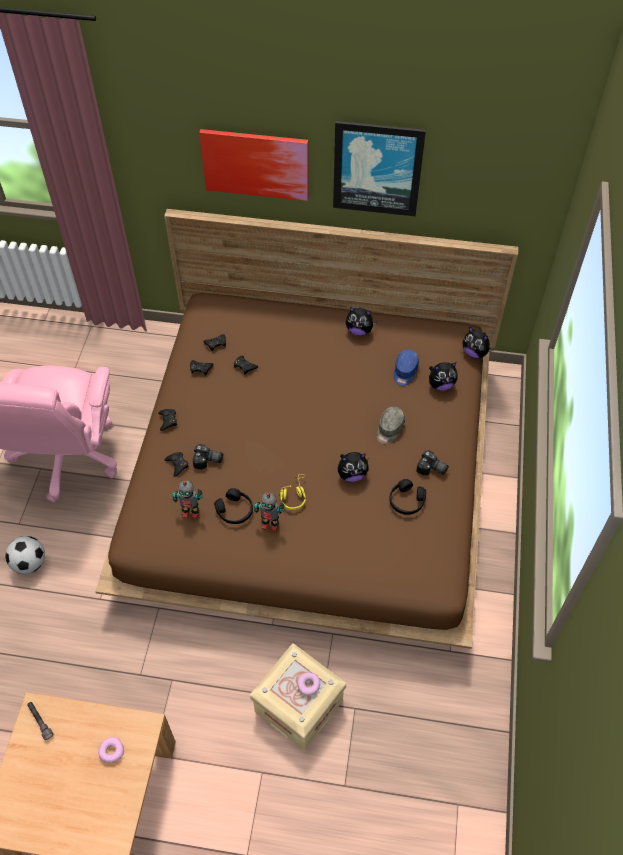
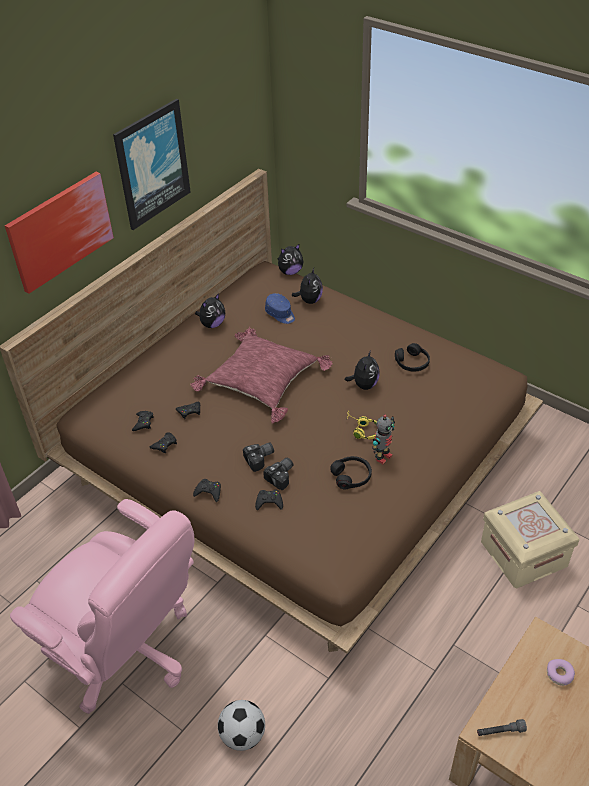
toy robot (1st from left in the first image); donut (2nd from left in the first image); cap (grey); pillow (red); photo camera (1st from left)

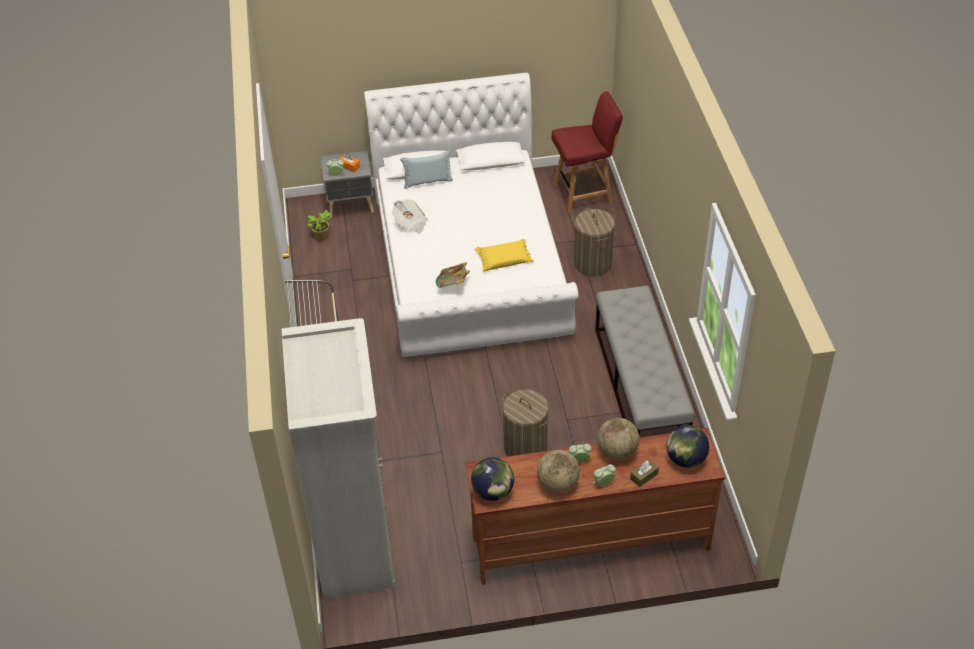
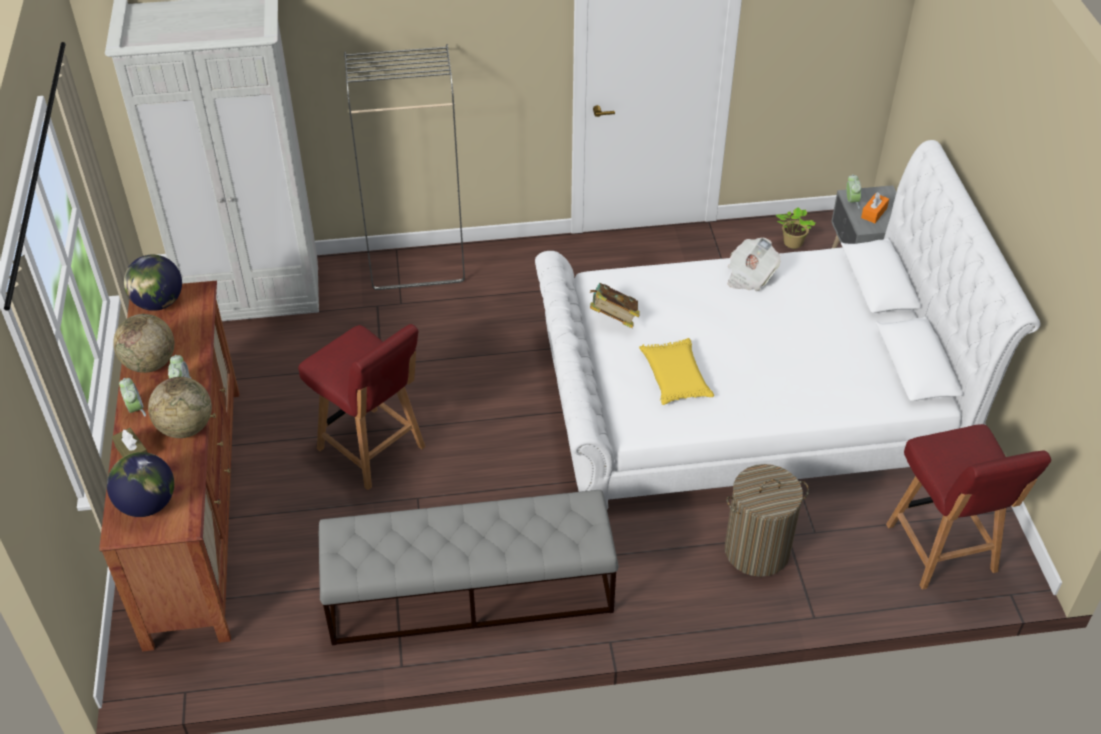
pillow (blue); chair (red) (1st from left)

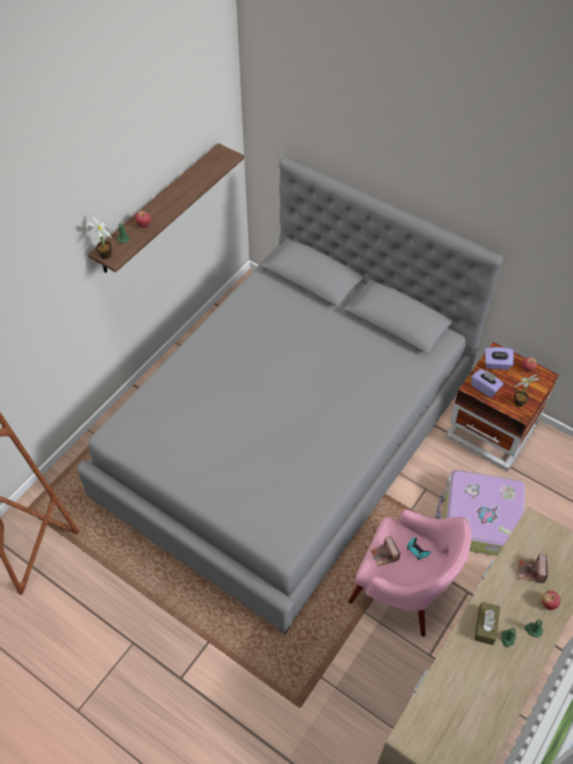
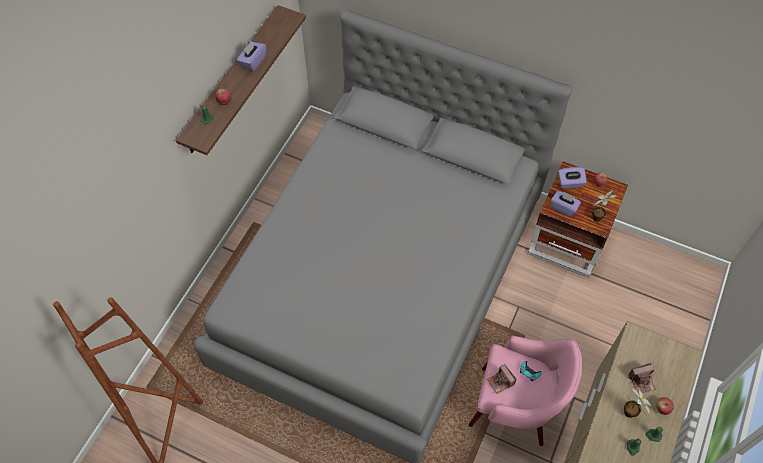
suitcase; tissue box (brown); tissue box (purple) (1st from left); potted plant (2nd from left); photo camera (2nd from left)

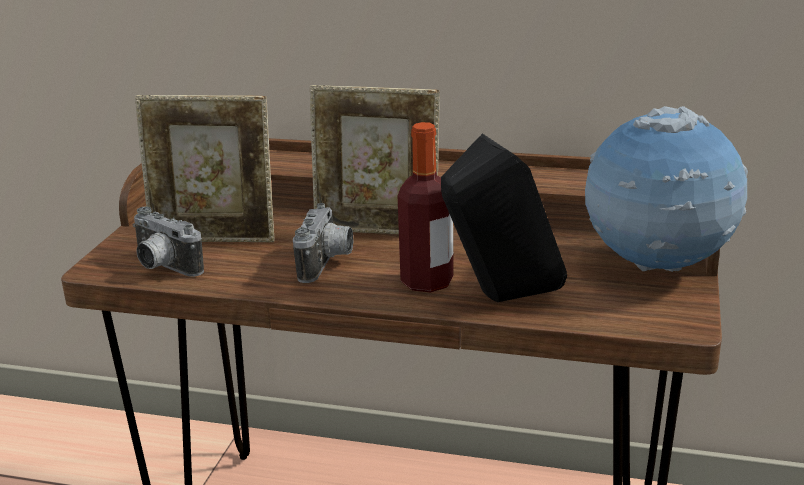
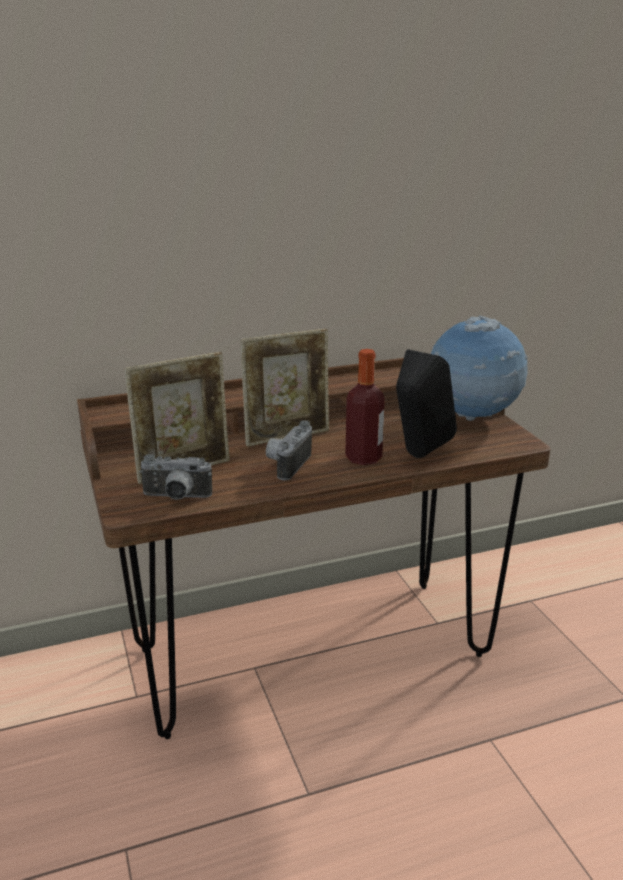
photo camera (2nd from left)

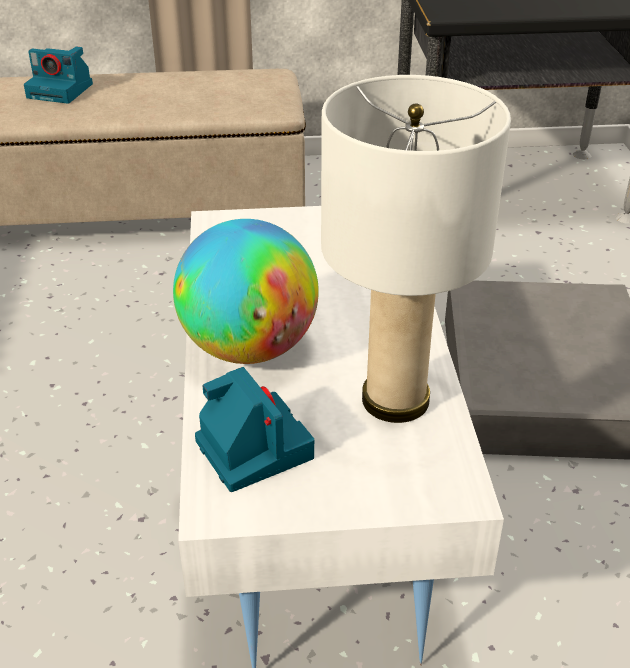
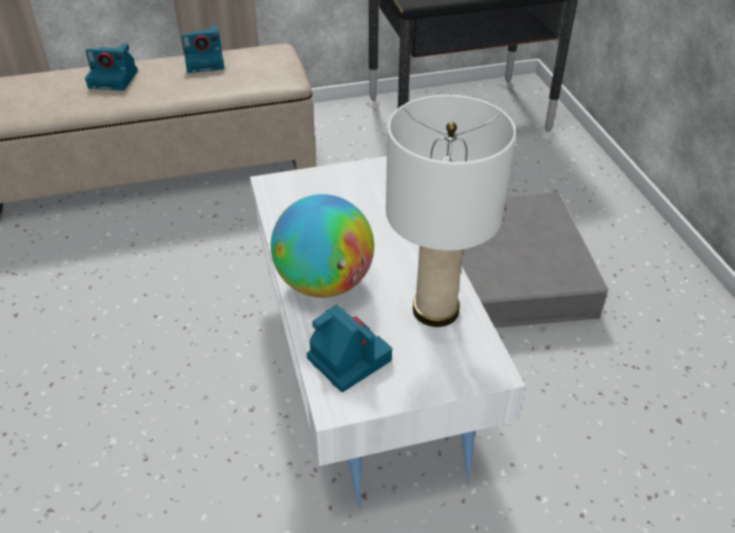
photo camera (2nd from left)

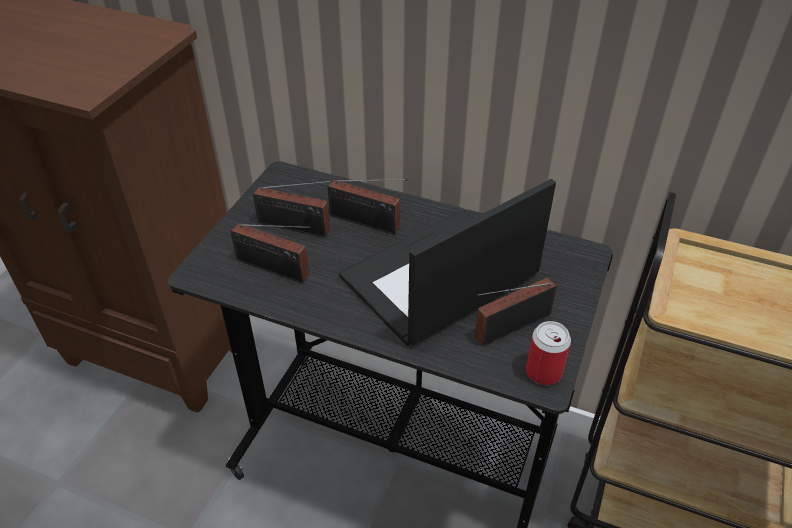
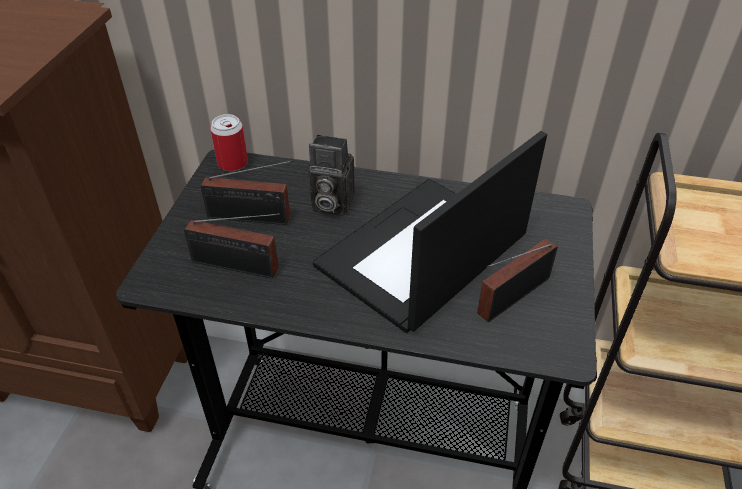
can; photo camera

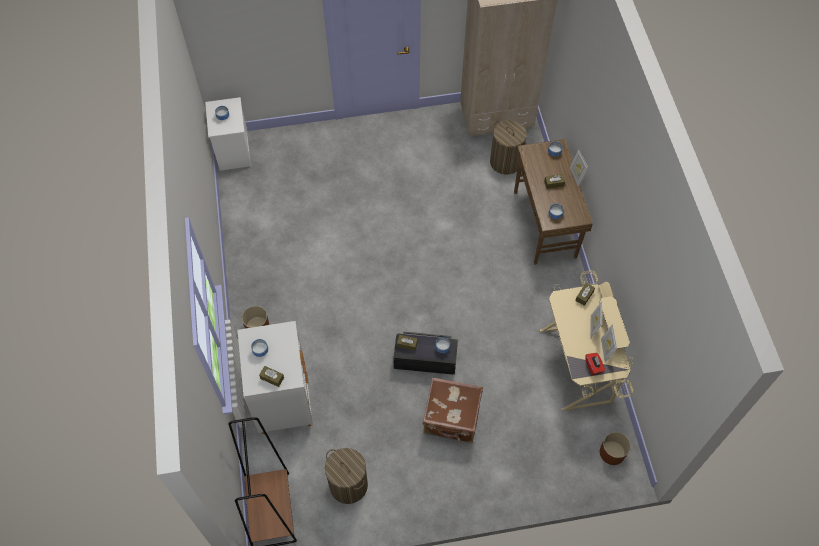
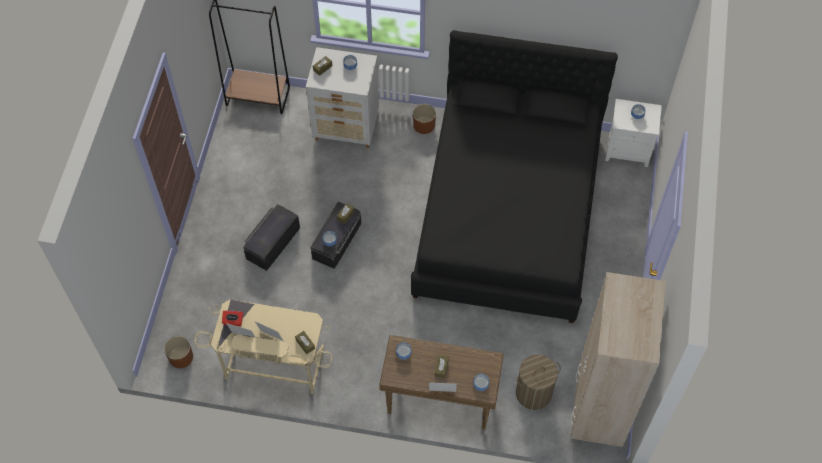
laundry basket (1st from left in the first image); bed (black); storage box (black) (1st from left)

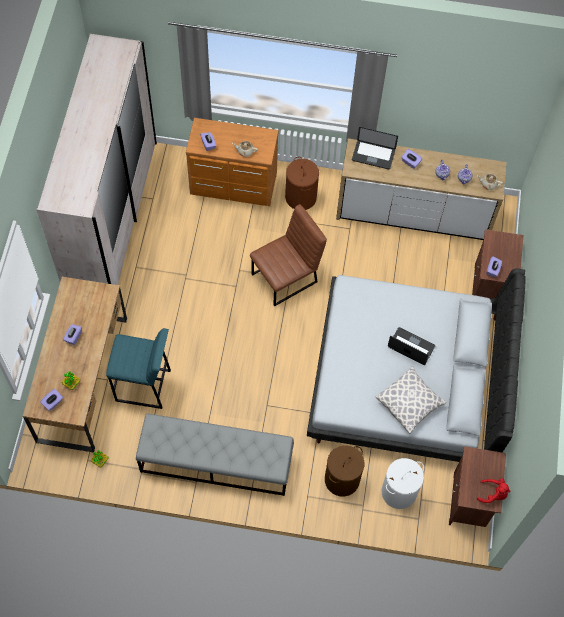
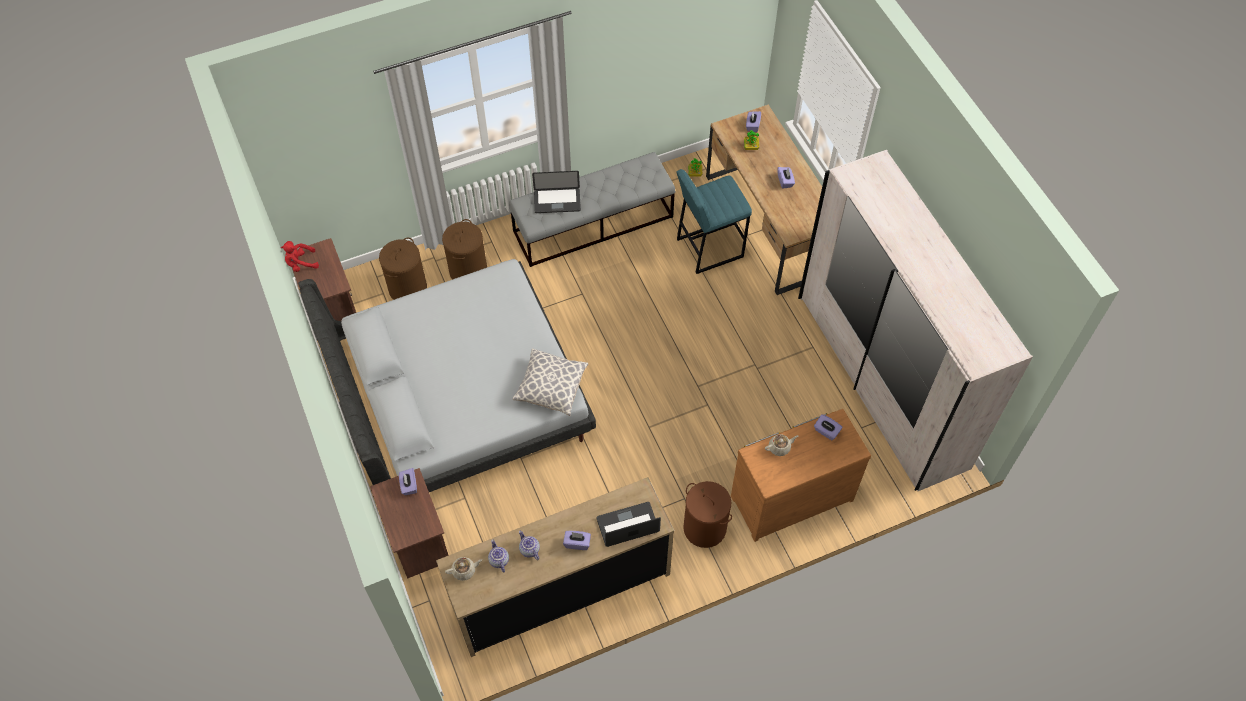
chair (brown); pillow; laptop (1st from left); laundry basket (brown) (1st from left)

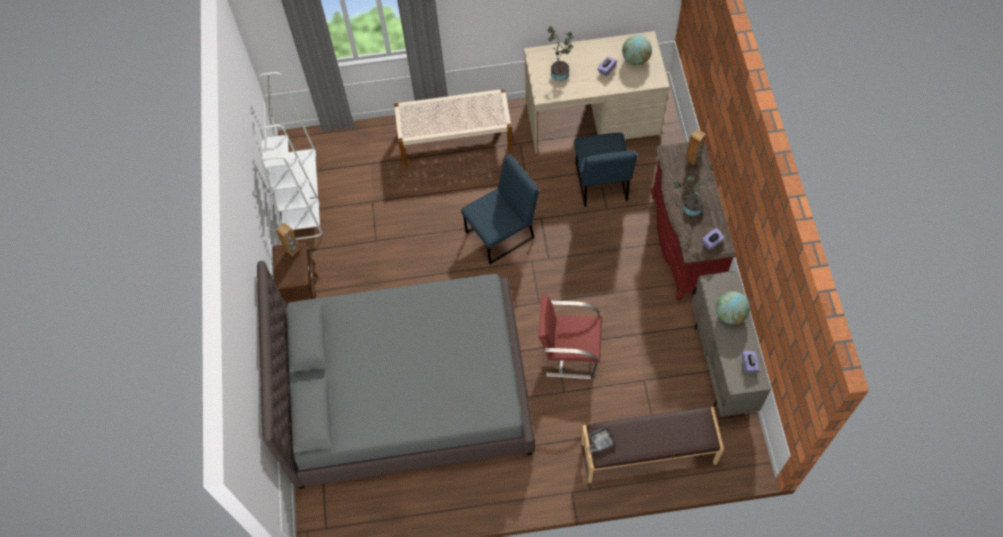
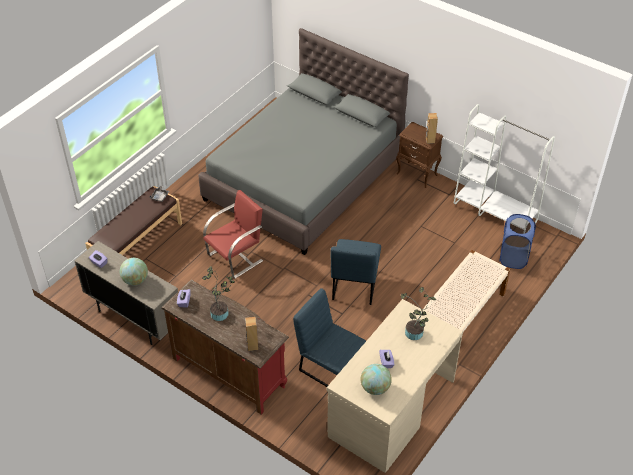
laundry basket (blue)

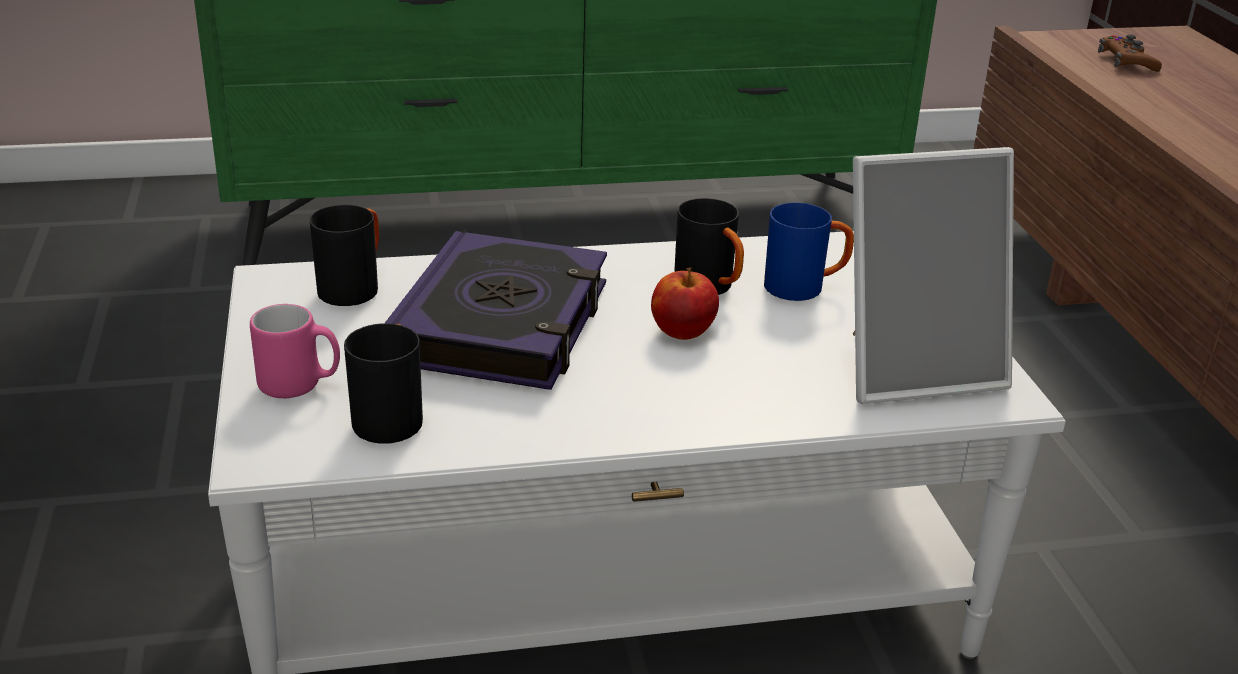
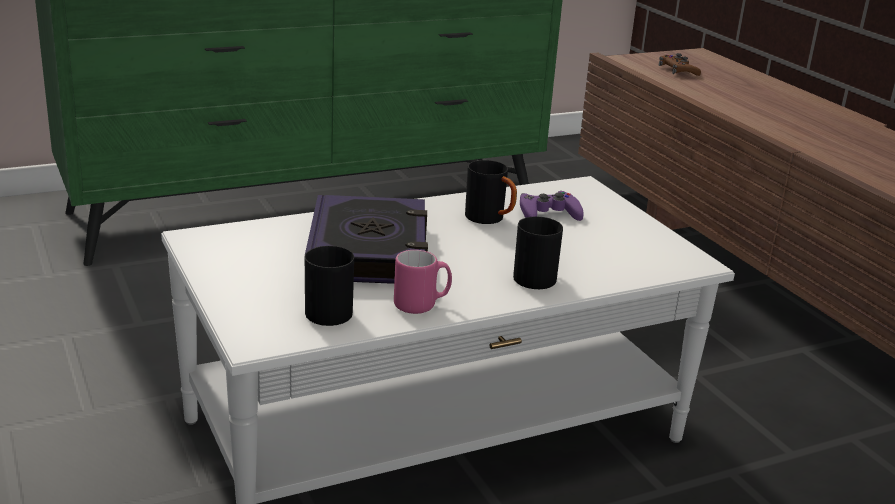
apple; picture frame; mug (pink); mug (black) (3rd from left); game controller (purple)

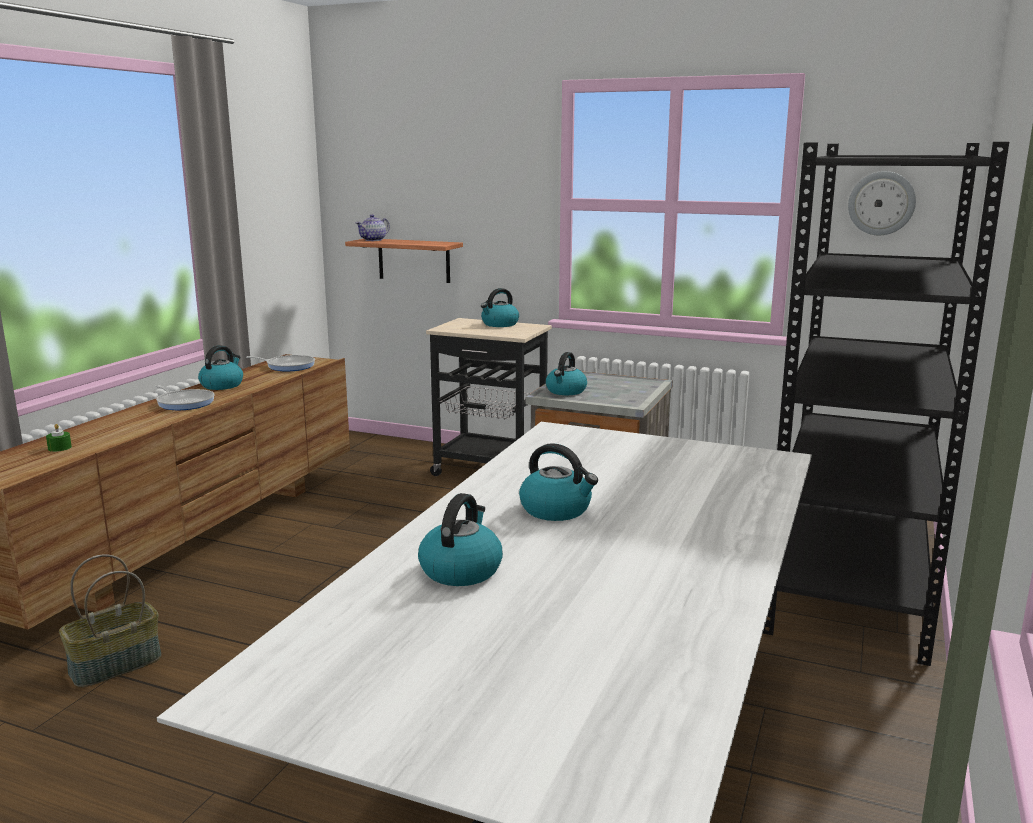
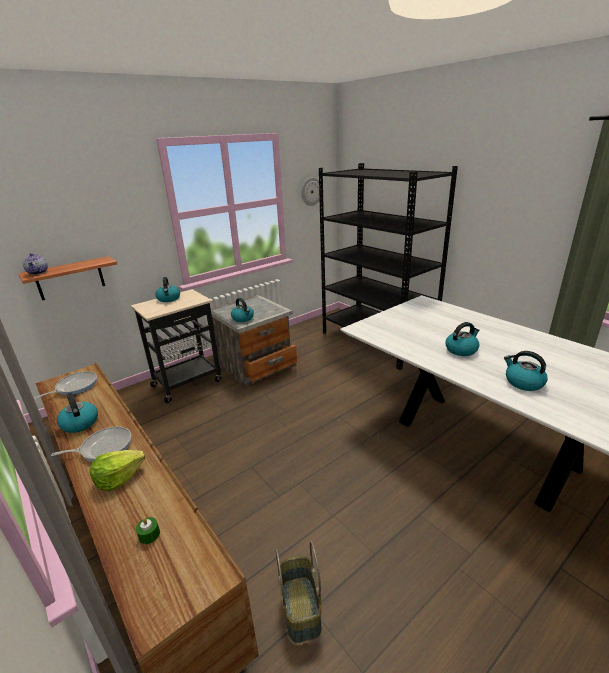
lettuce

